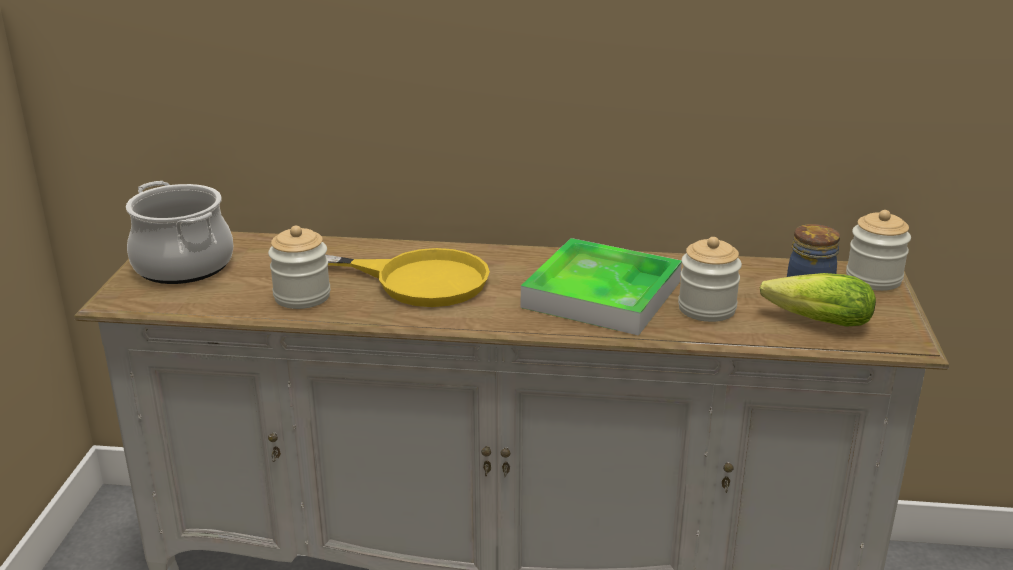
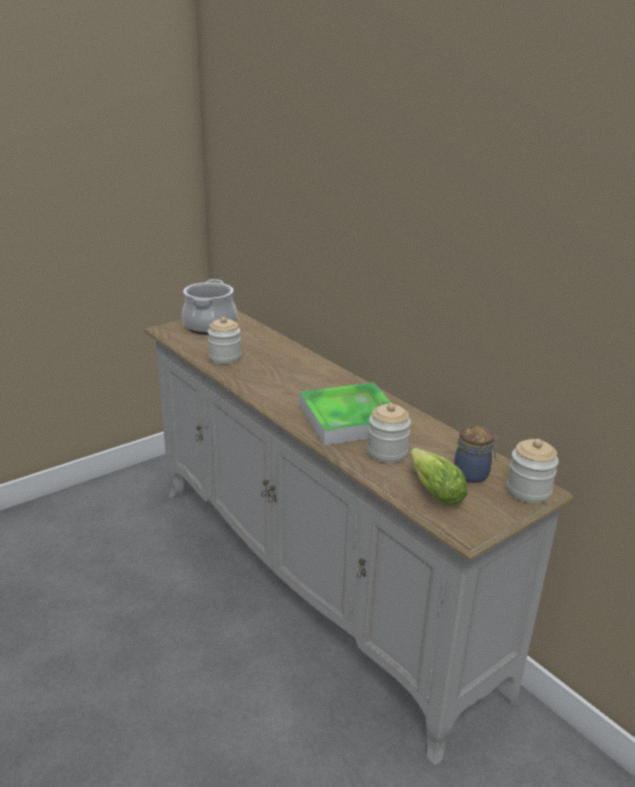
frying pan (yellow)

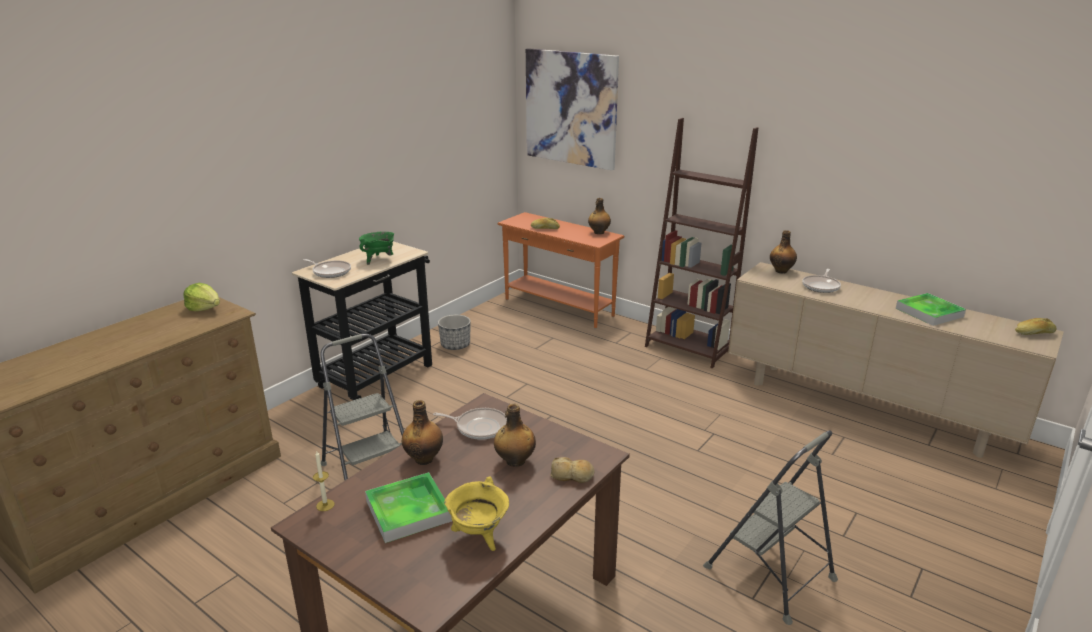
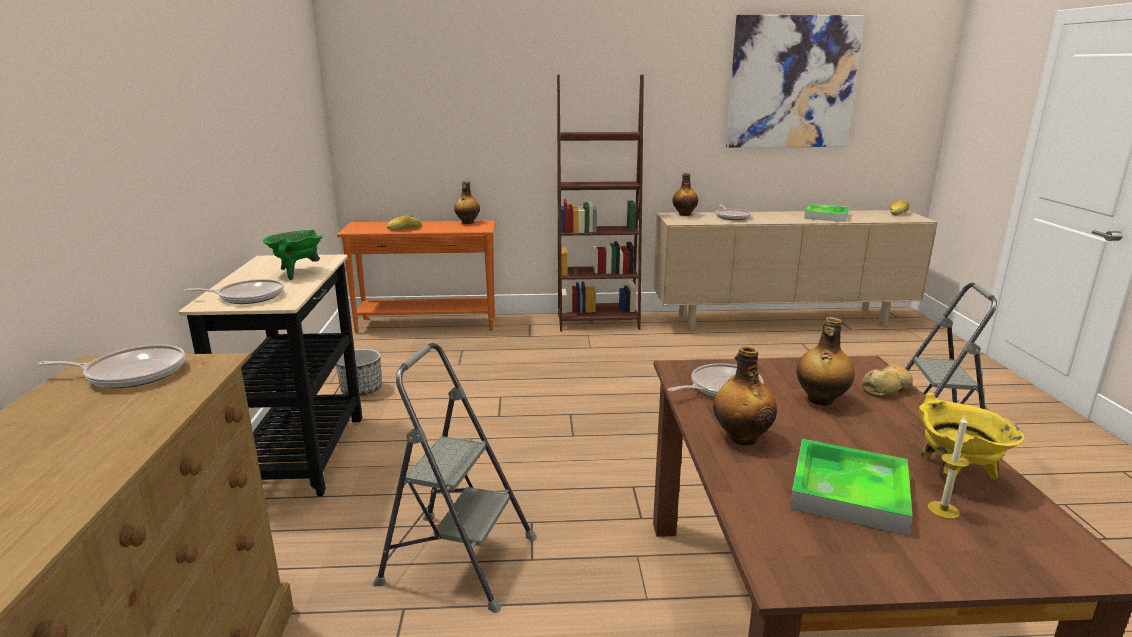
candle; picture; frying pan (1st from left)

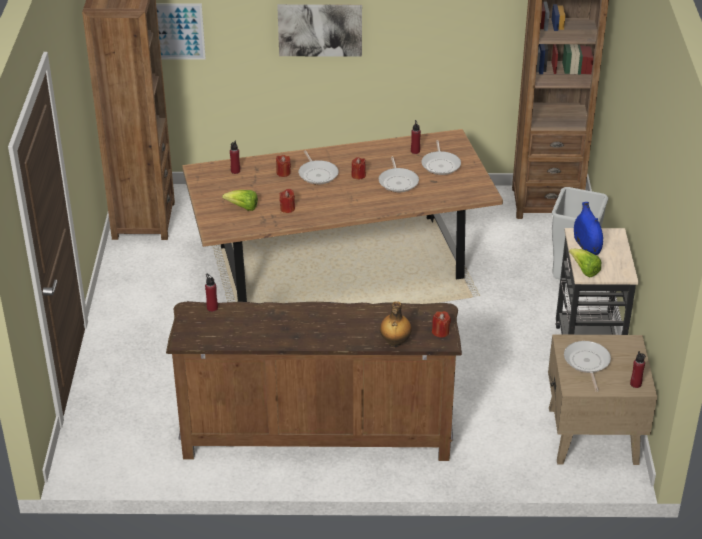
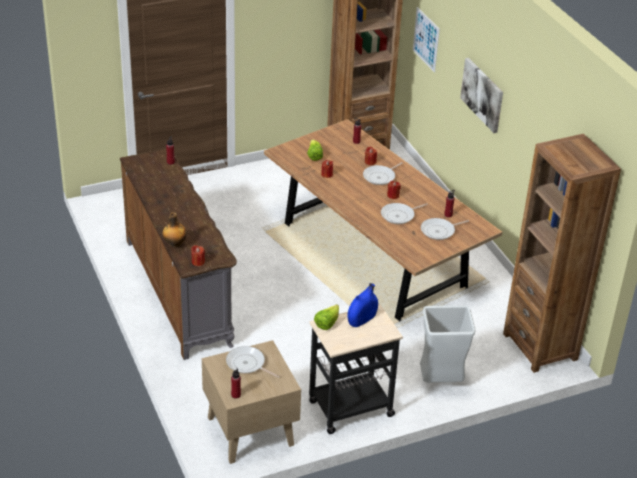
frying pan (1st from left)

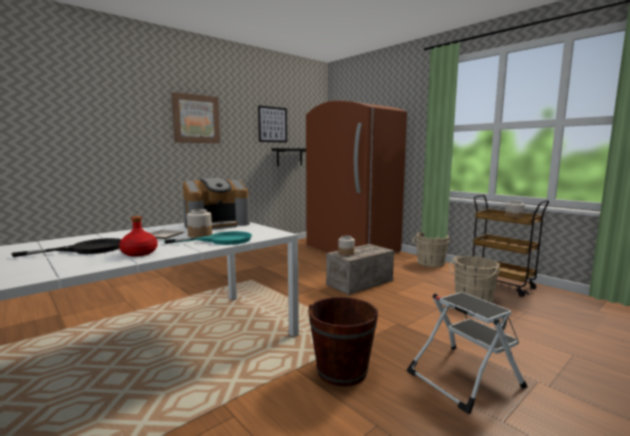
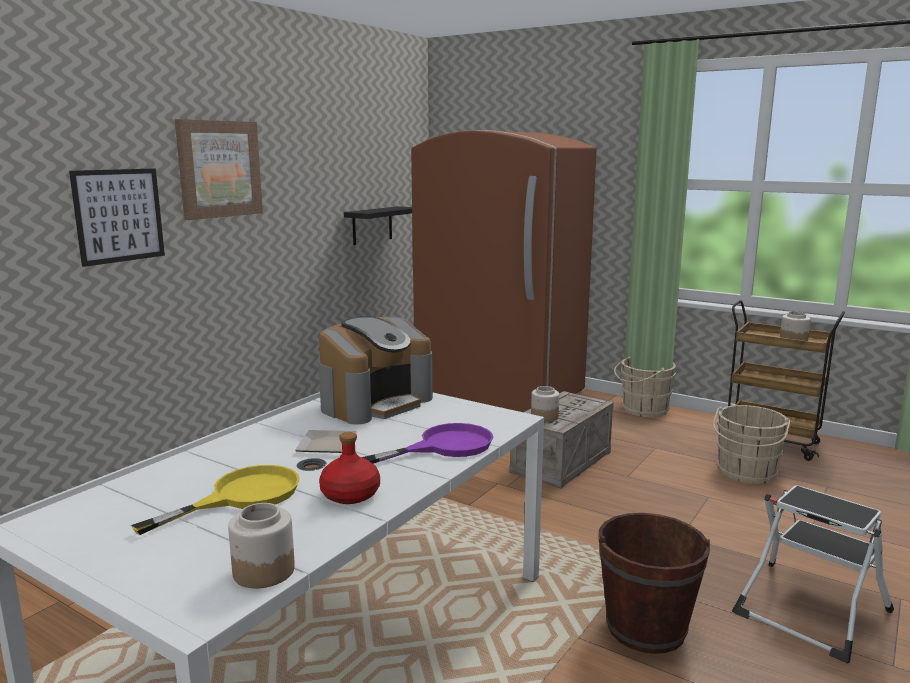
jar (1st from left); picture (1st from left); frying pan (yellow); frying pan (purple)

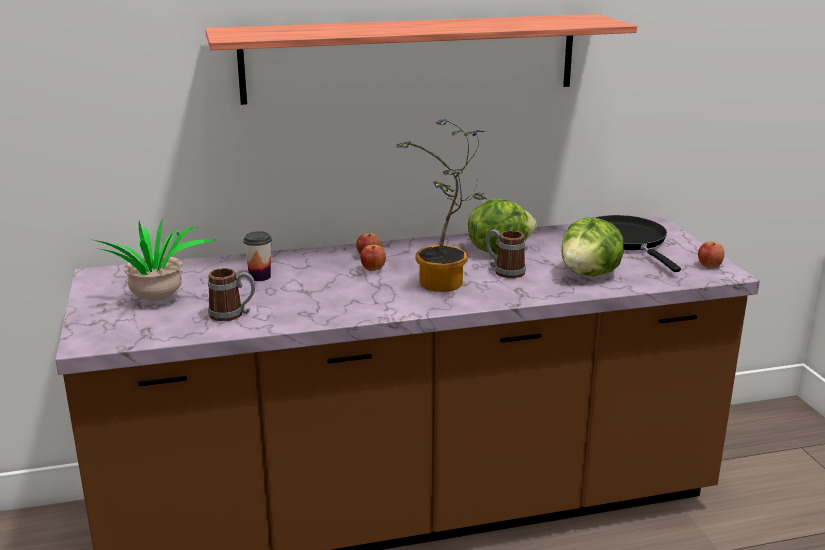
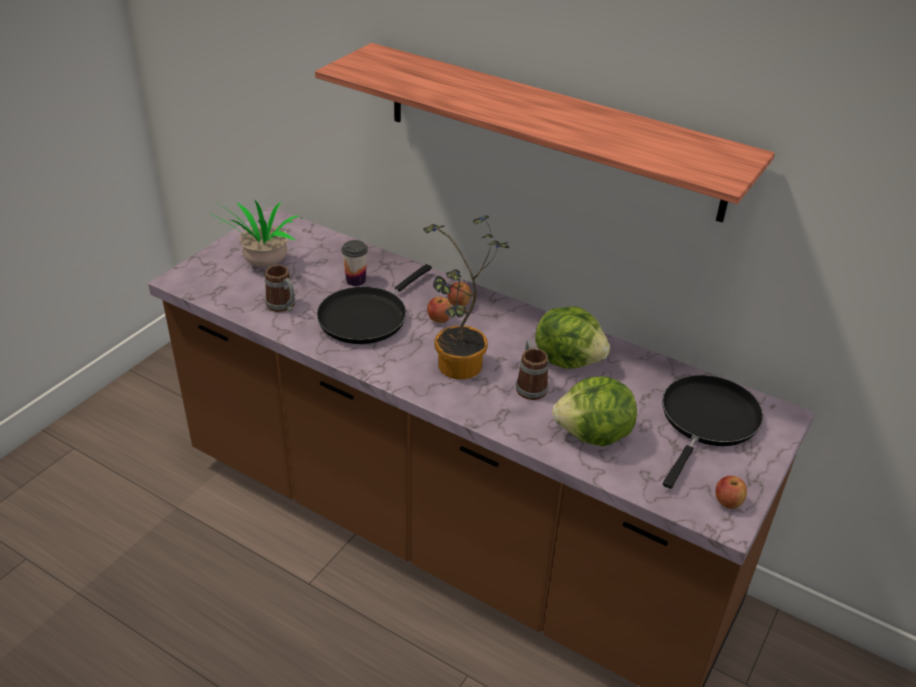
frying pan (black) (1st from left)

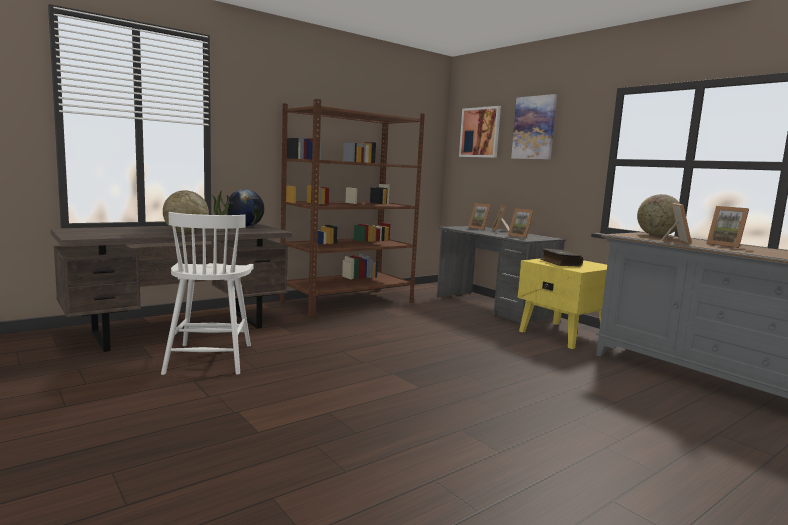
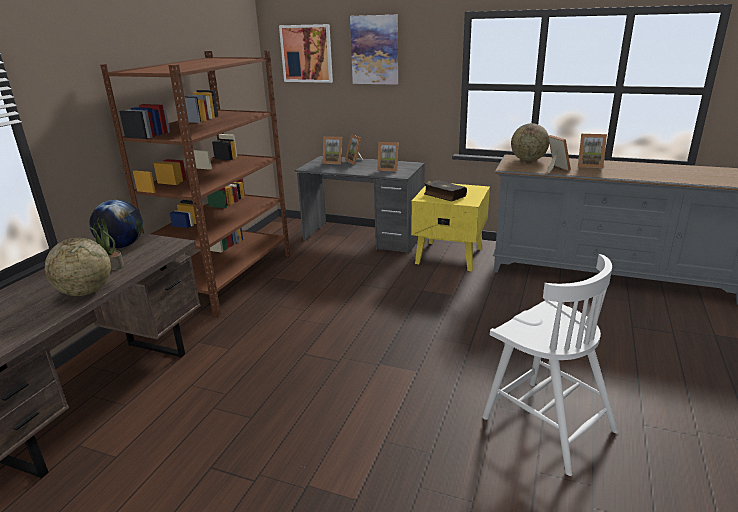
chair (white)

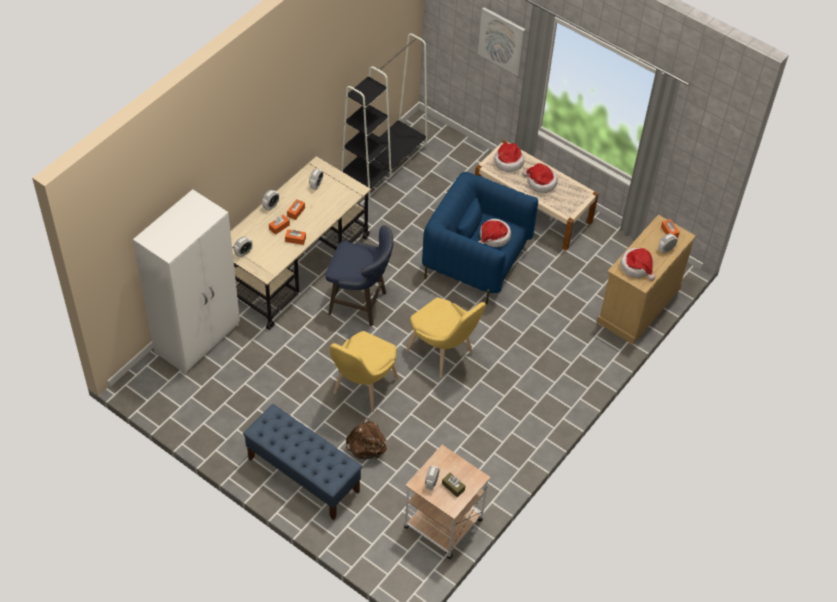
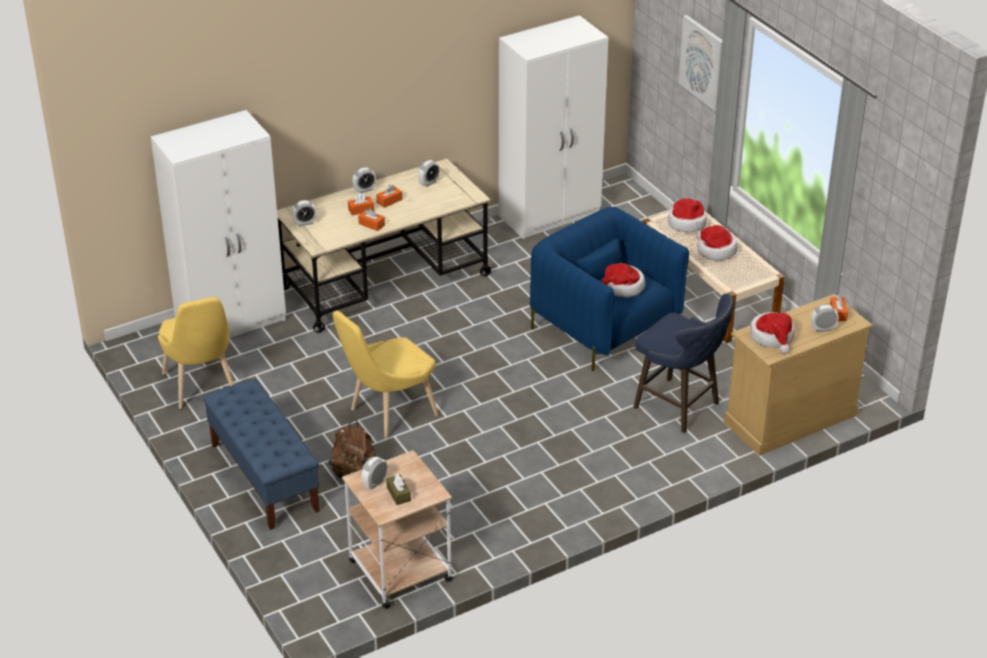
stool (blue); chair (yellow) (1st from left); wardrobe (white) (2nd from left)

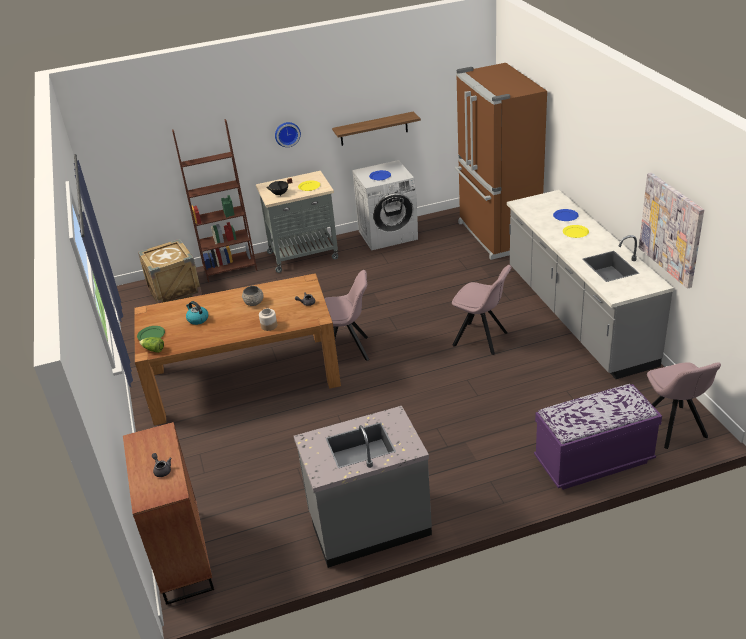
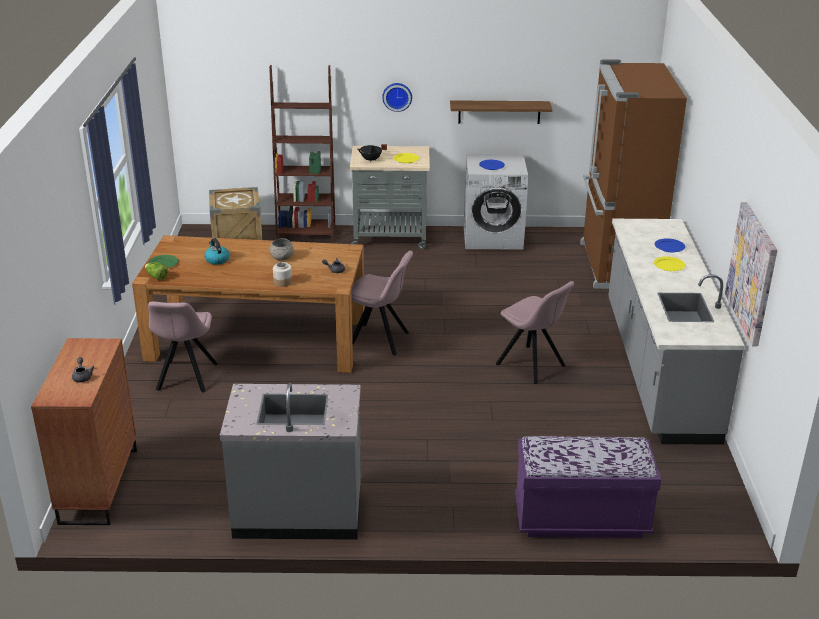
chair (pink) (1st from left)

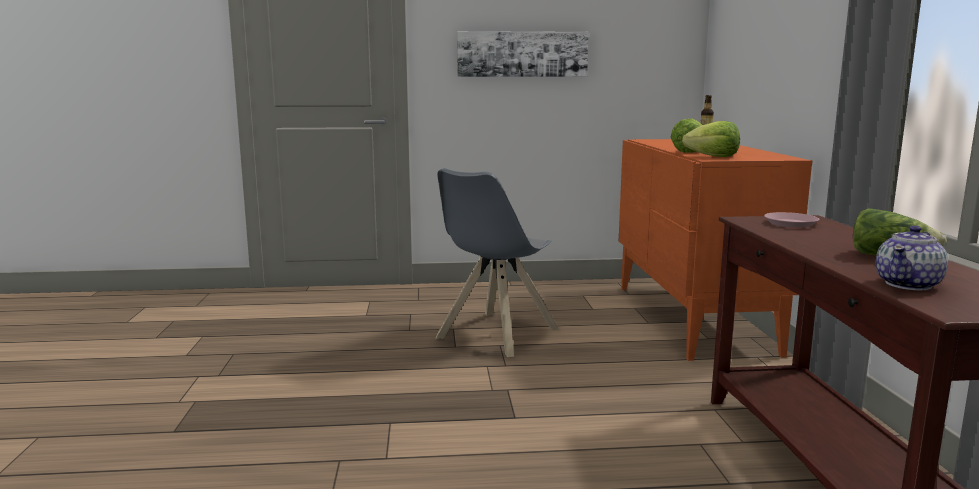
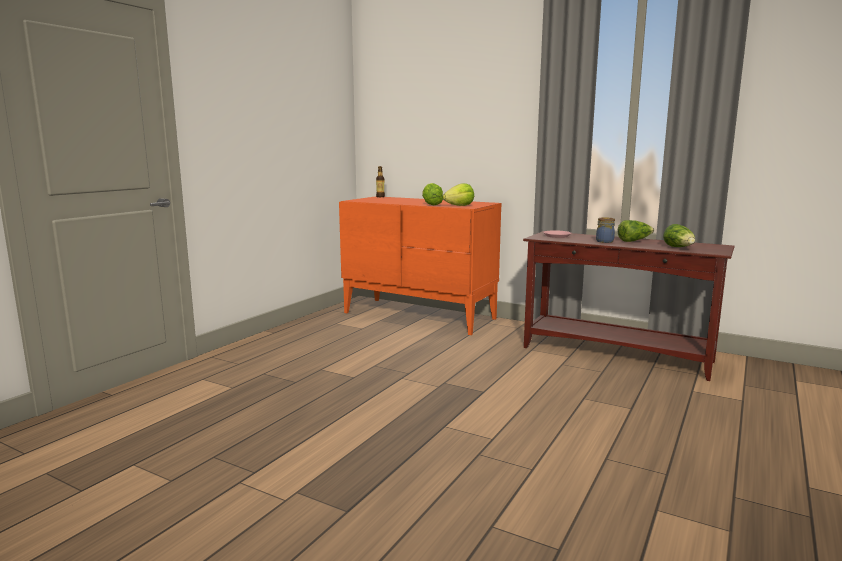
chair (grey); picture; jar; lettuce (4th from left)

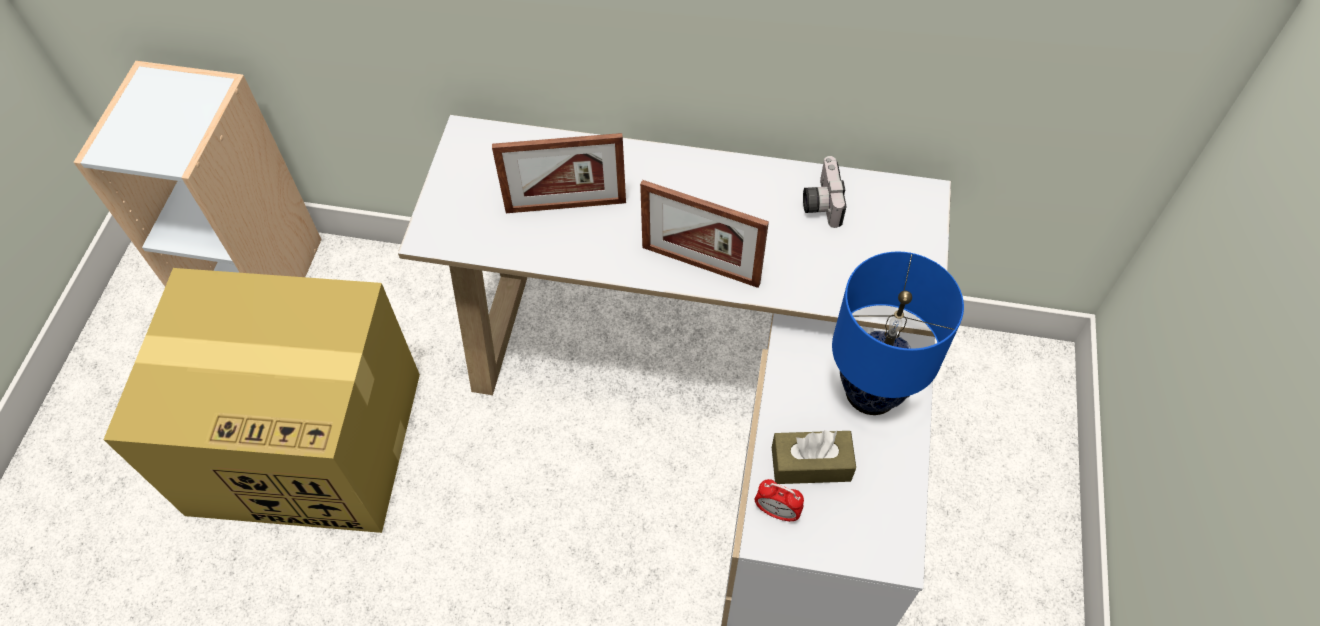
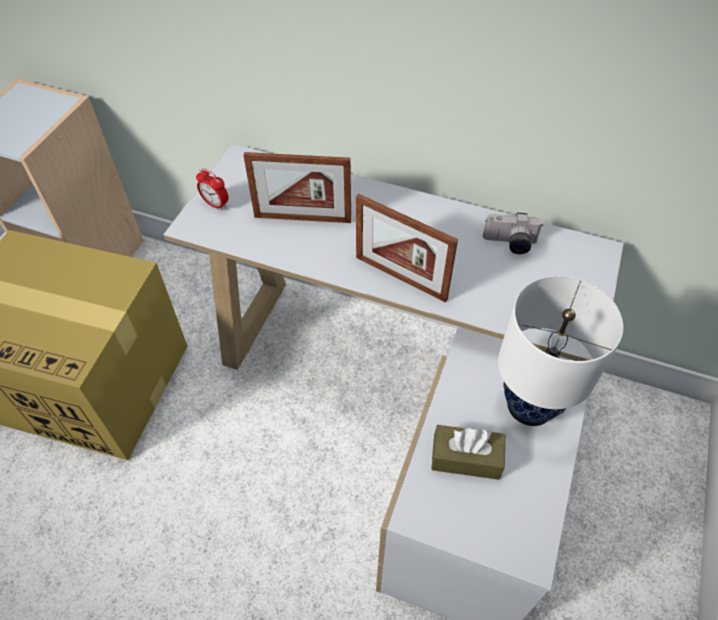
alarm clock; table lamp (white); photo camera

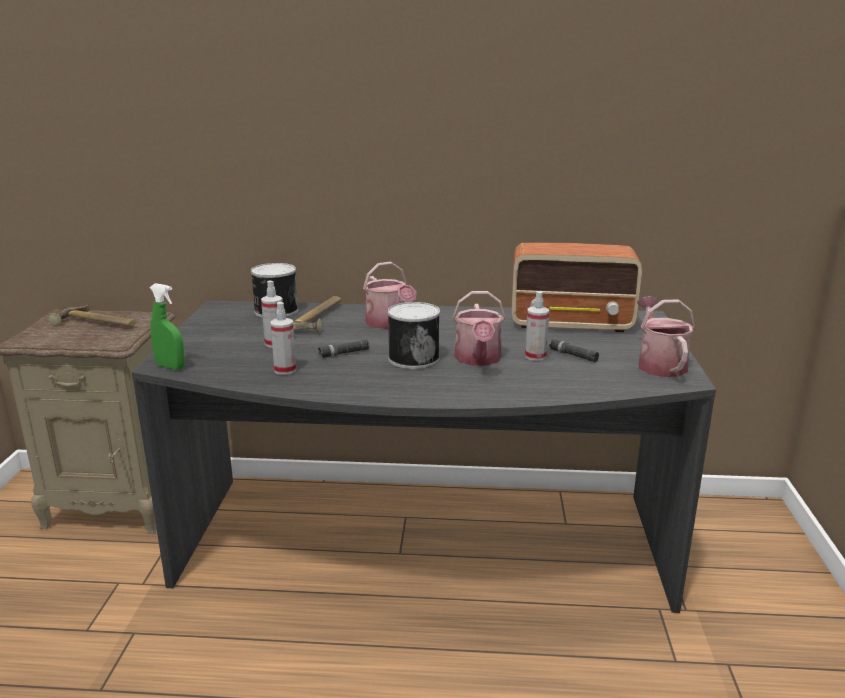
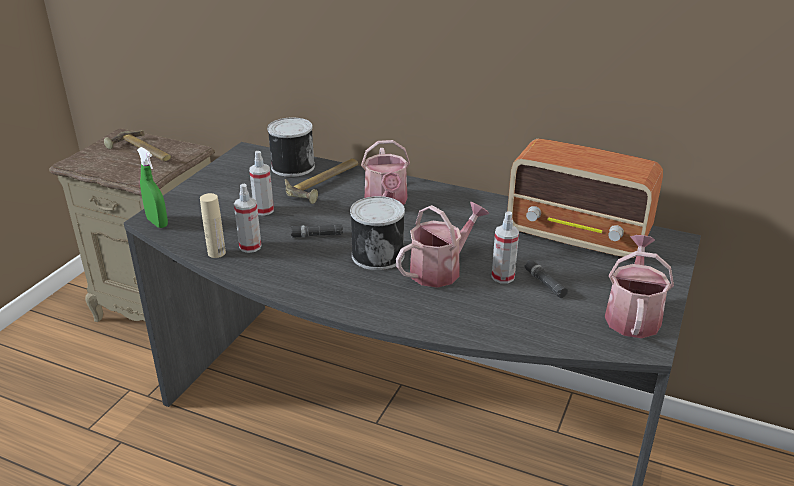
bottle (beige); watering can (2nd from left)

